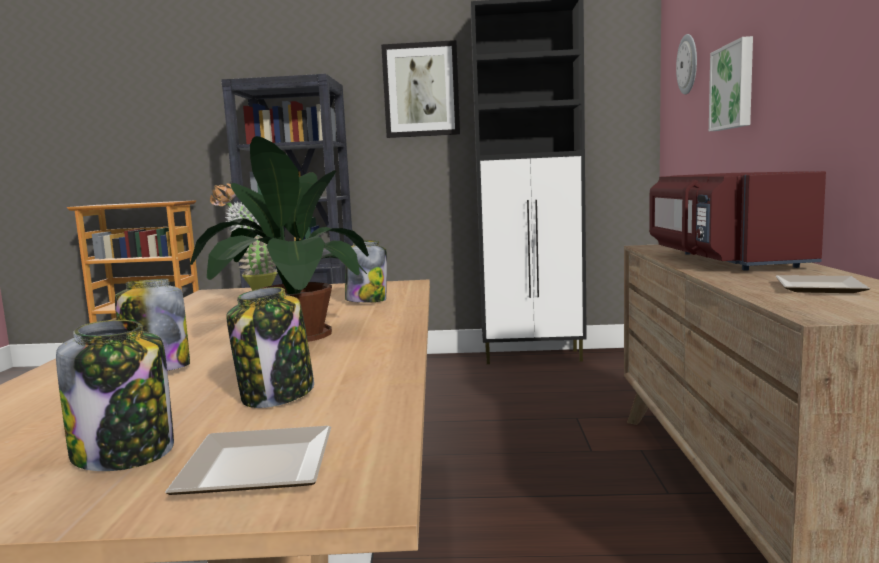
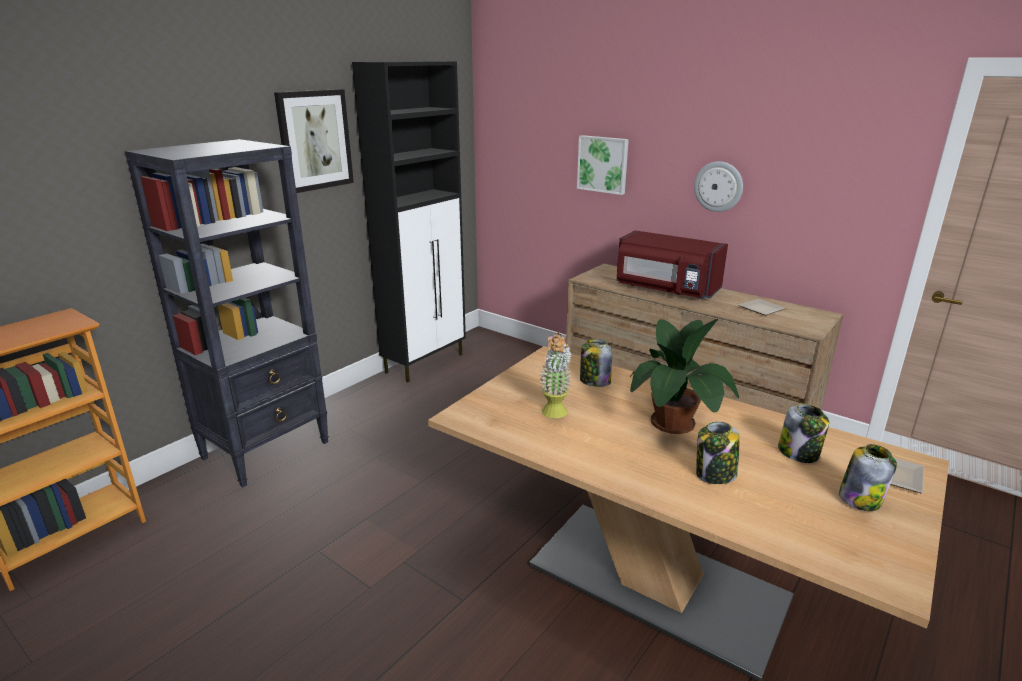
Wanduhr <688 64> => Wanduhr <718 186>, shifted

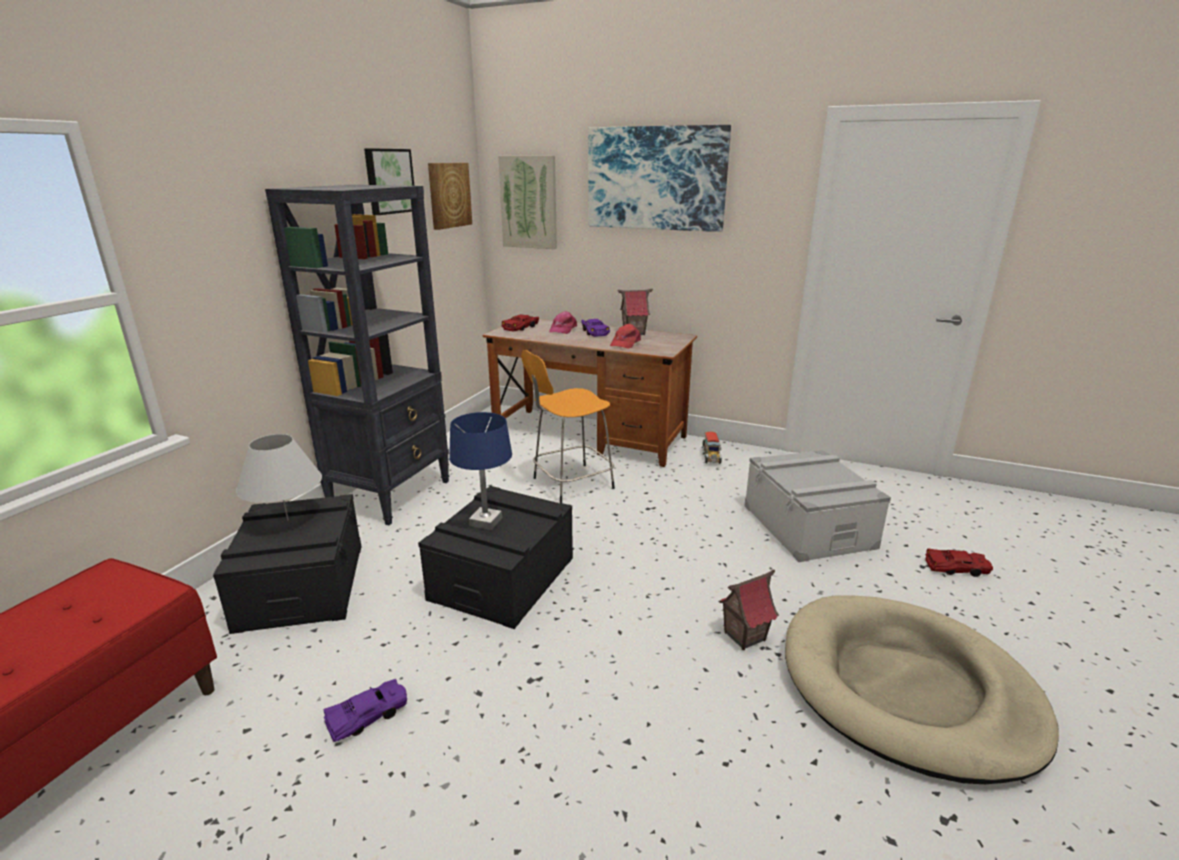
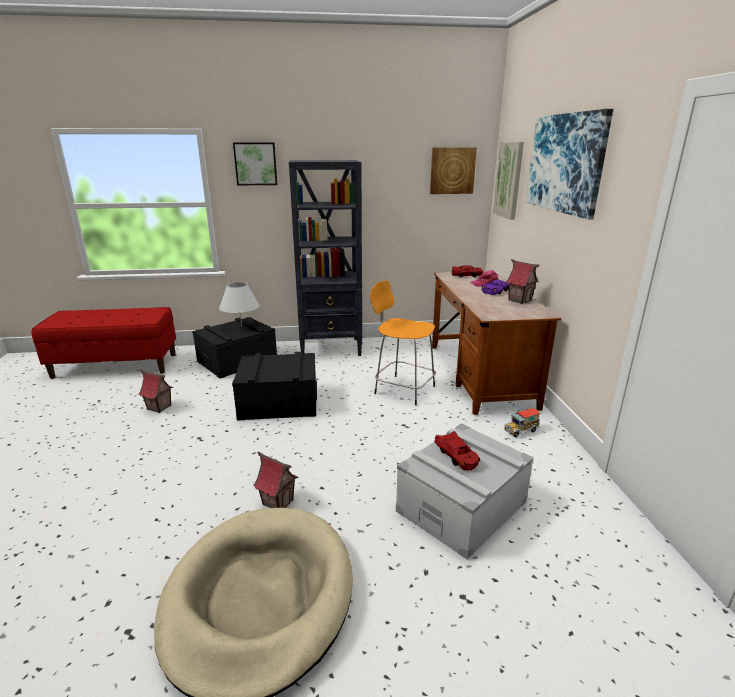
Tischlampe (blau) <486 522> => nothing
Kappe (rot) <625 343> => nothing
Bild <389 181> => Bild <255 164>, shifted
Spielzeugauto (rot) <957 569> => Spielzeugauto (rot) <456 456>, shifted
Spielzeugauto (lila) <368 716> => Spielzeughaus <159 408>

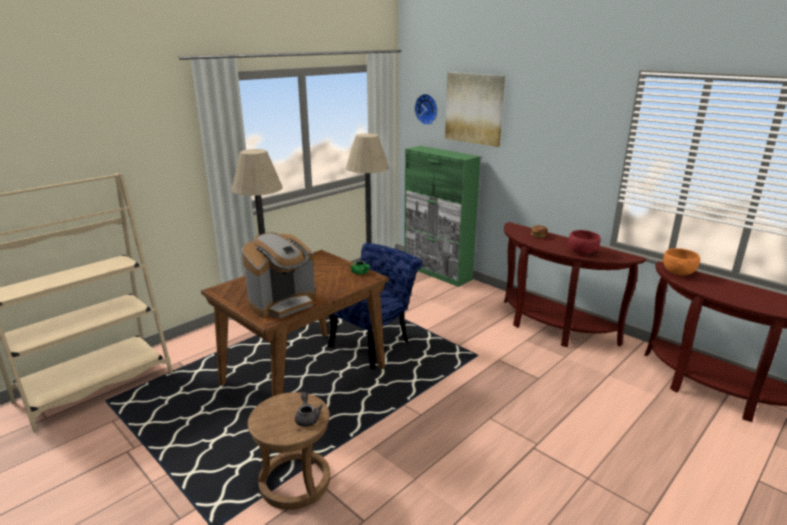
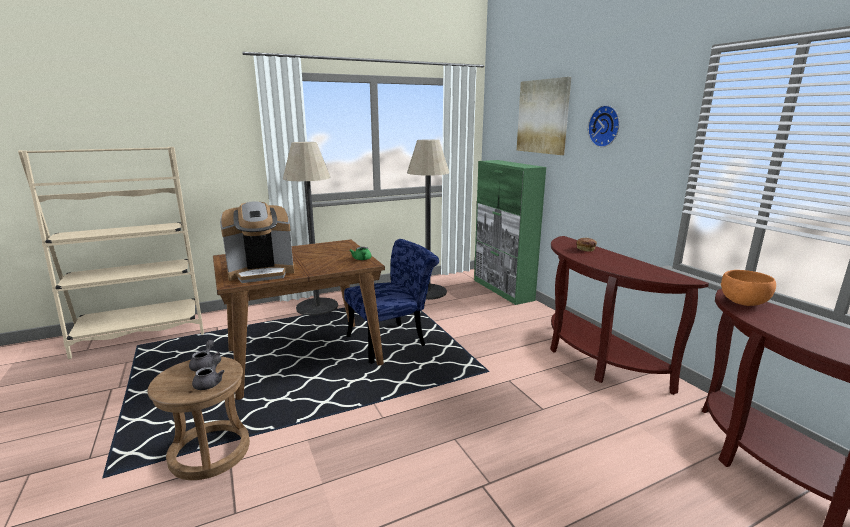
Schüssel (rot) <582 252> => nothing
nothing => Teekanne (grau) <205 364>
Wanduhr <427 109> => Wanduhr <605 126>, shifted

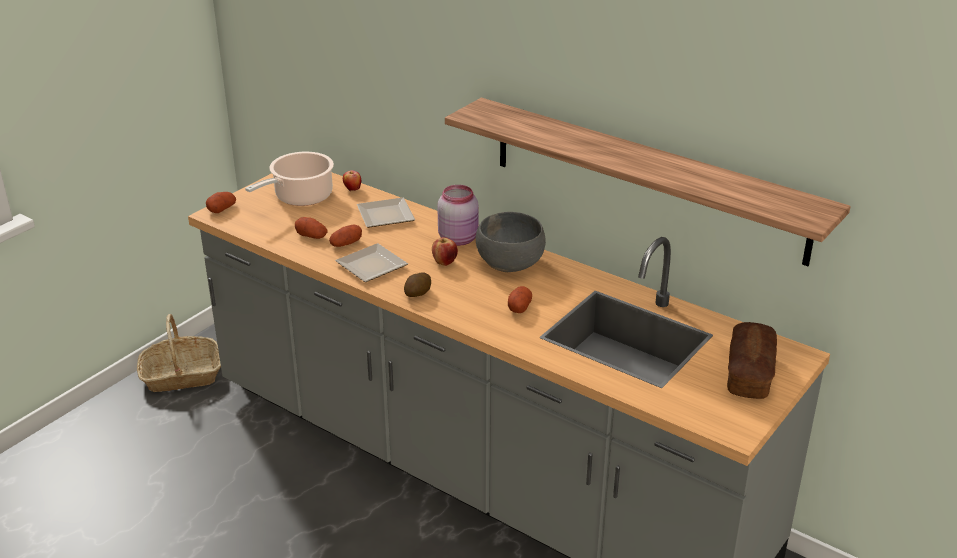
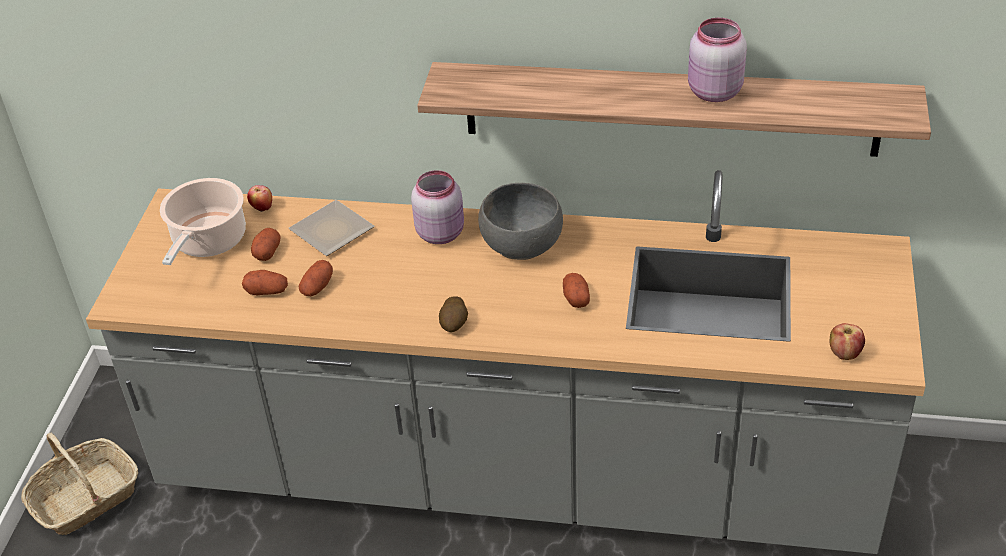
Teller <369 266> => nothing
Brot <749 374> => nothing
nothing => Vorratsglas (rosa) <713 92>
Kartoffel <222 209> => Kartoffel <267 252>, shifted
Apfel <444 262> => Apfel <844 354>, shifted

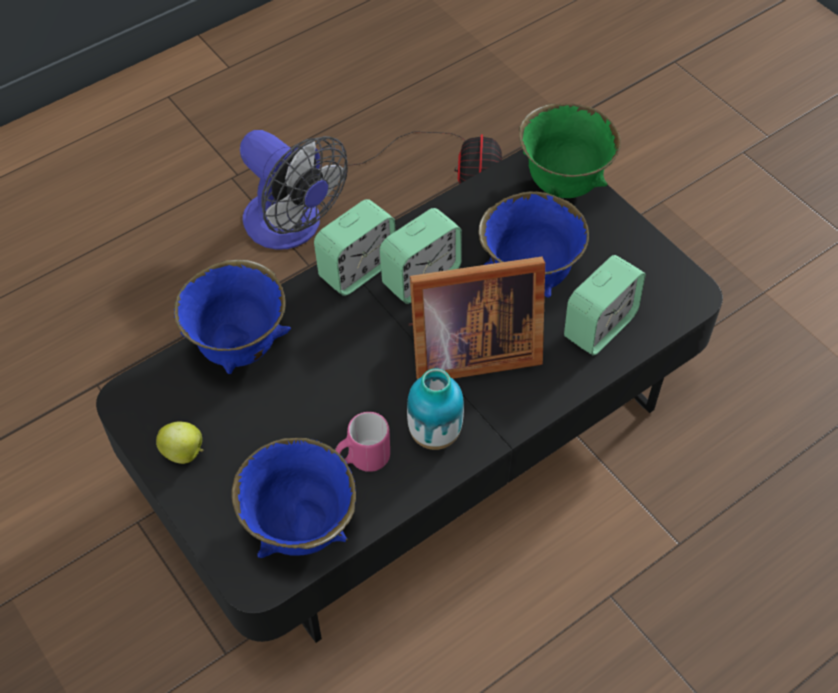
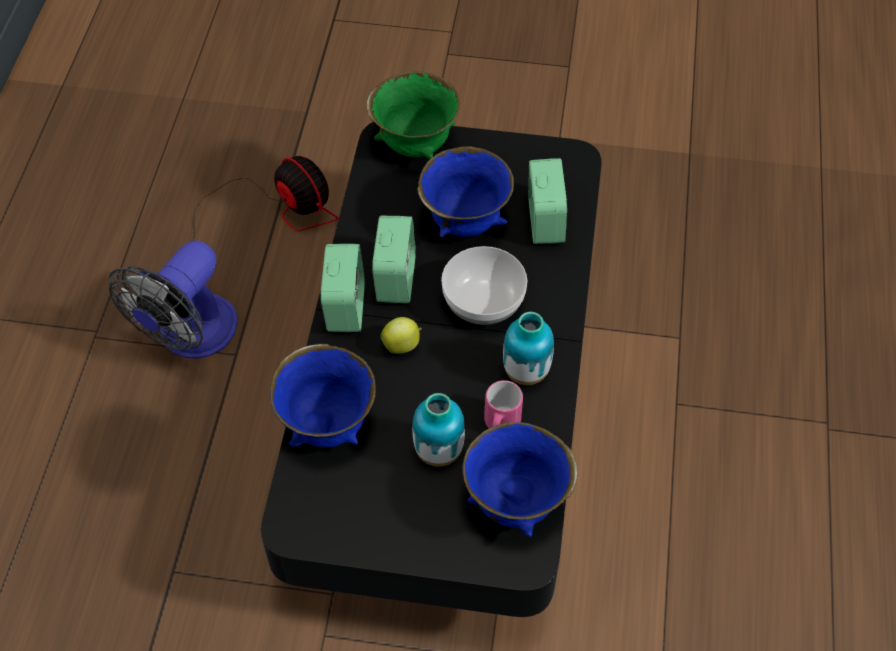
nothing => Vase <438 451>
Apfel <185 453> => Apfel <402 345>, shifted
Bilderrahmen <468 350> => Schüssel <483 301>
Ventilator <292 228> => Ventilator <190 337>, 120 degrees clockwise

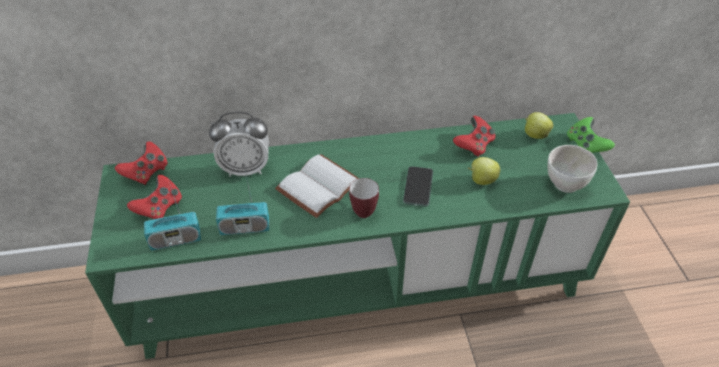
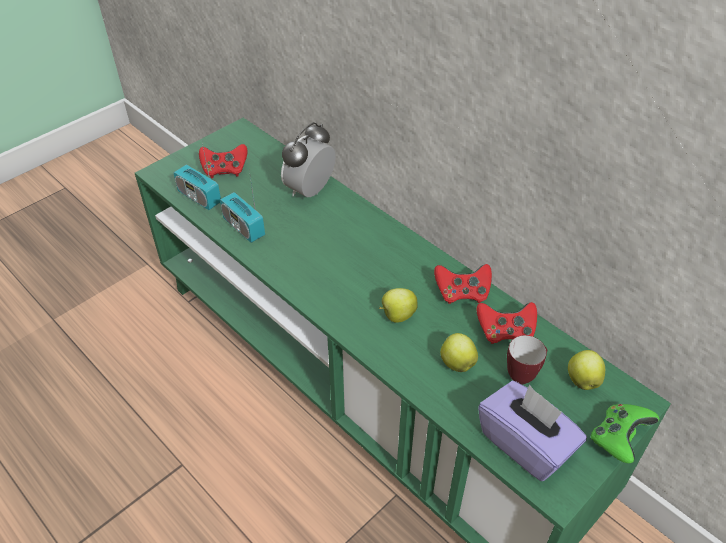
Buch (weiß) <319 188> => nothing
Gamepad (rot) <146 172> => Gamepad (rot) <462 293>, shifted
Henkelbecher <363 209> => Henkelbecher <523 374>, shifted
Handy <418 187> => Apfel <397 316>
Schüssel (weiß) <564 184> => Taschentuchbox (lila) <526 443>
Wecker <245 168> => Wecker <310 191>, 75 degrees clockwise

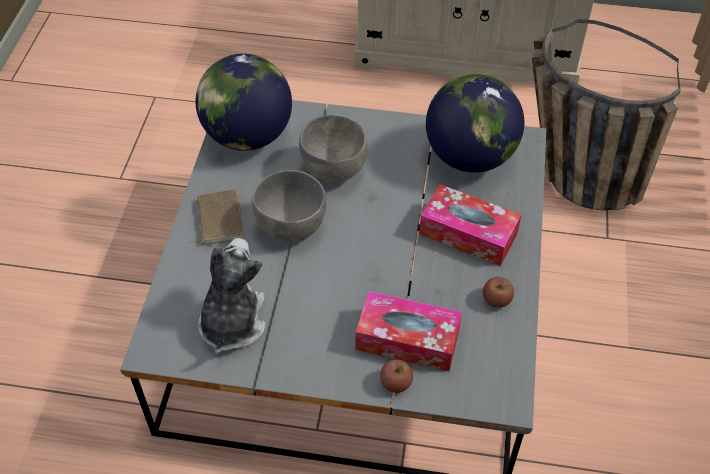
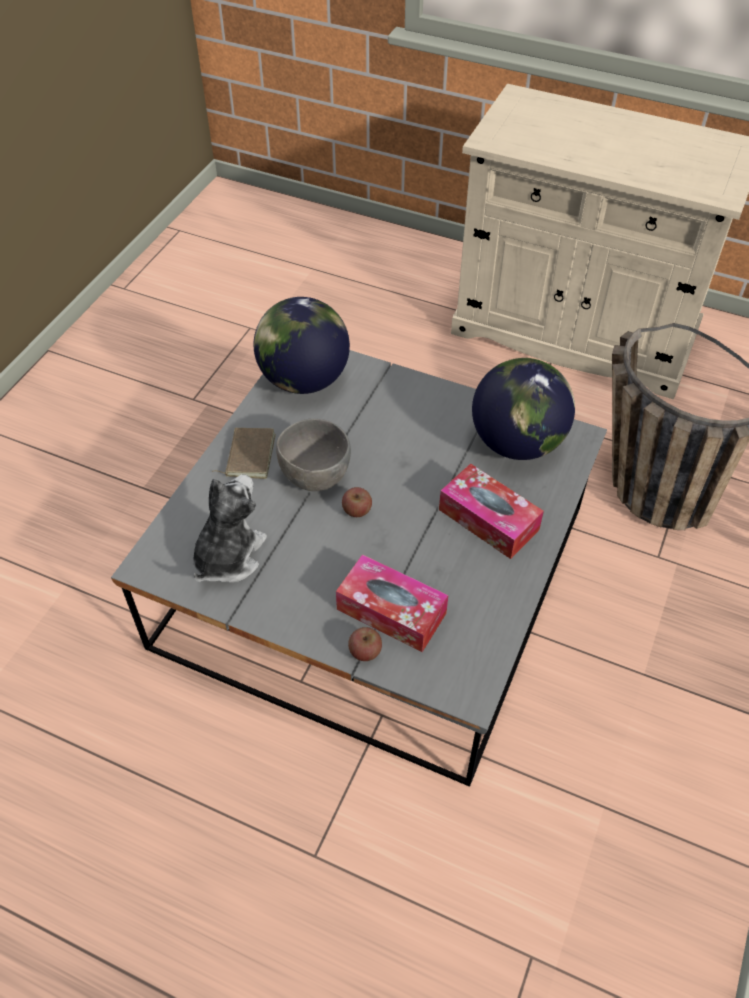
Schüssel (grau) <334 170> => nothing
Apfel <496 300> => Apfel <357 510>, shifted

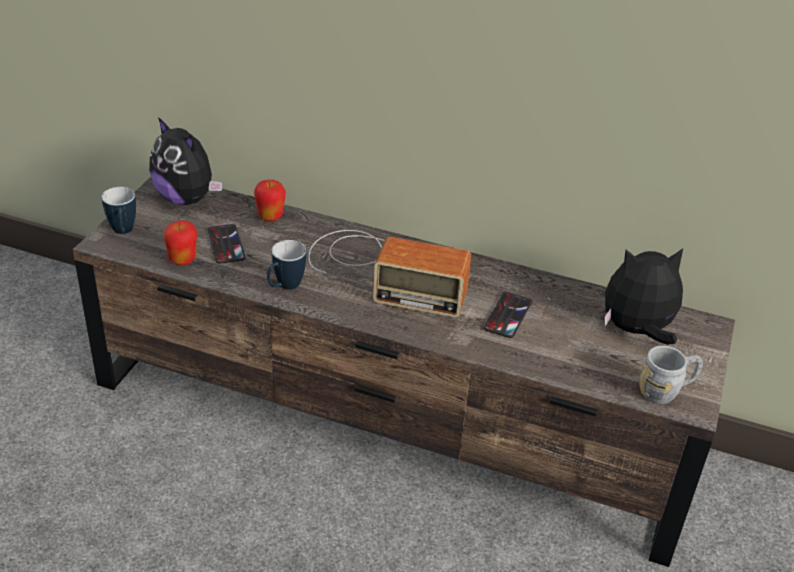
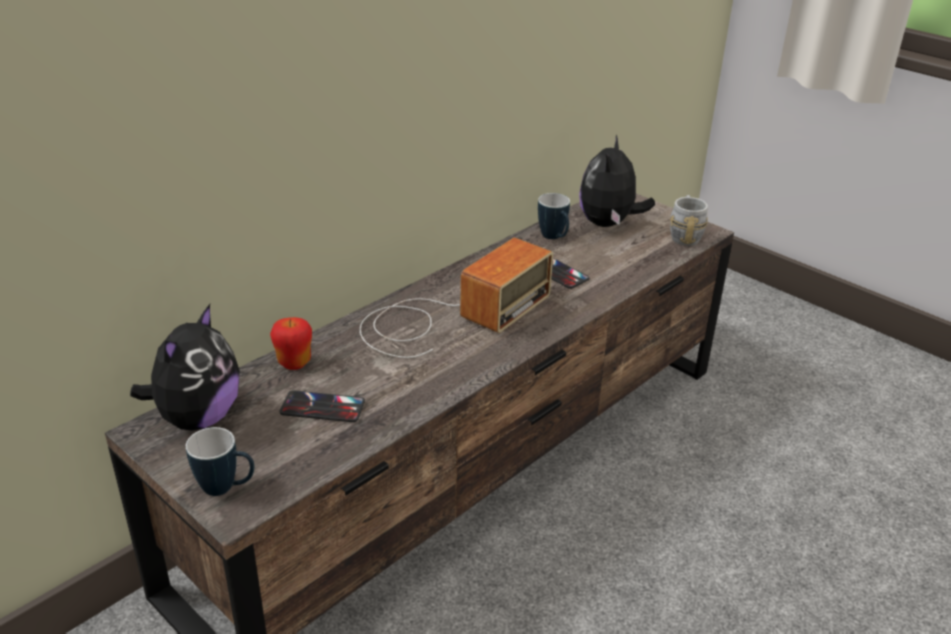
Apfel <182 260> => nothing
Henkelbecher <284 287> => Henkelbecher <554 238>, shifted
Plüschtier <187 198> => Plüschtier <197 418>, 45 degrees counterclockwise

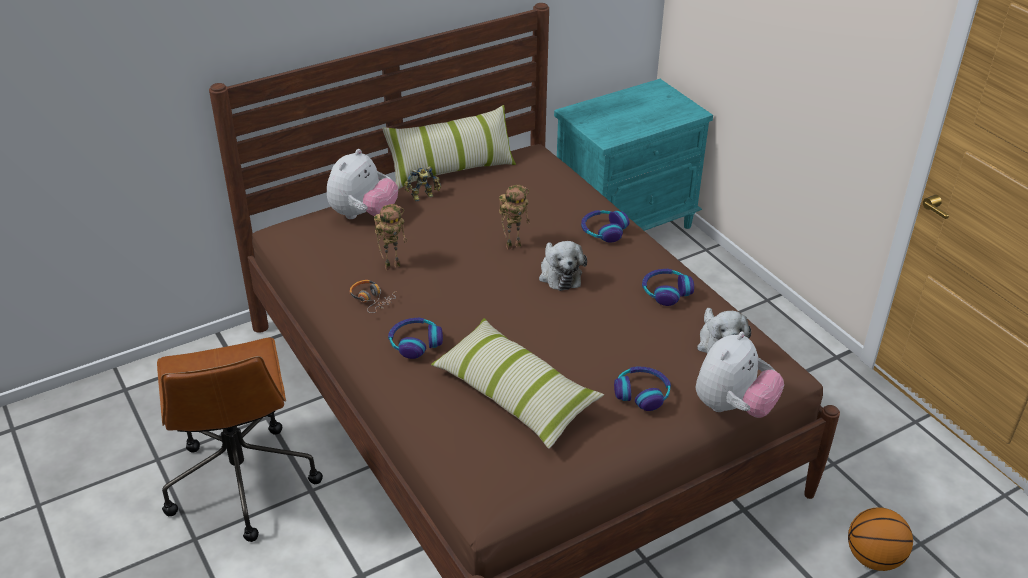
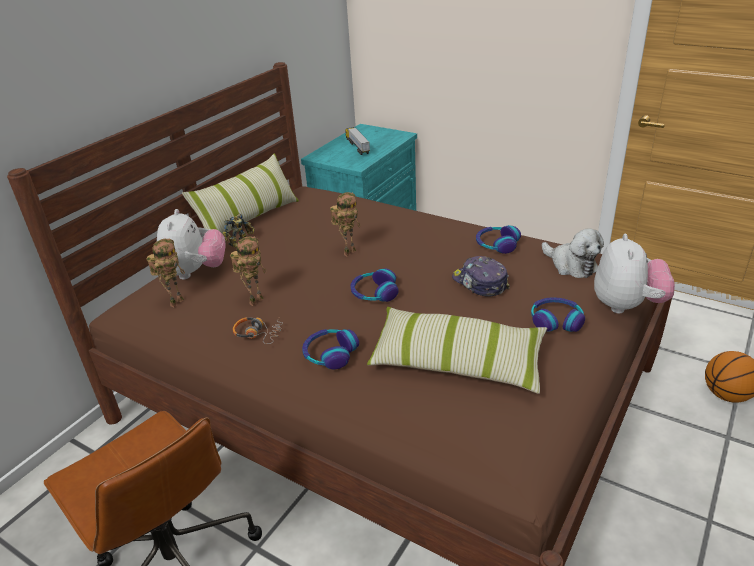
Plüschtier <559 274> => nothing
nothing => Spielzeugroboter <176 301>
nothing => Spielzeuglaster <357 146>
nothing => Kappe <479 283>
Kopfhörer <603 231> => Kopfhörer <374 293>, shifted

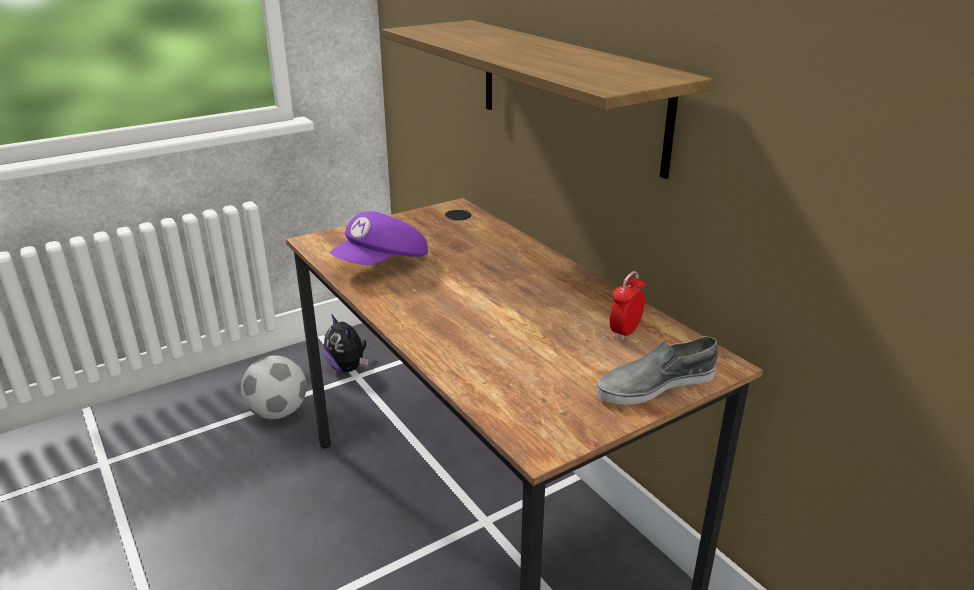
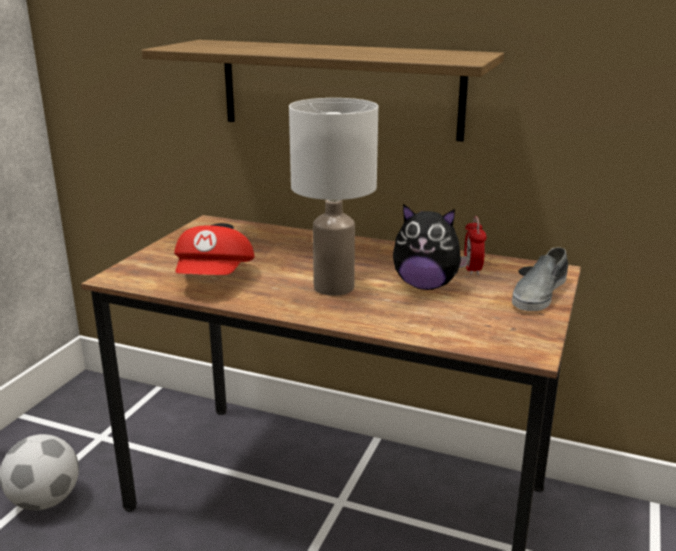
nothing => Tischlampe (weiß) <335 287>
Plüschtier <348 368> => Plüschtier <426 285>, shifted
Kappe (lila) <382 264> => Kappe (rot) <215 278>

